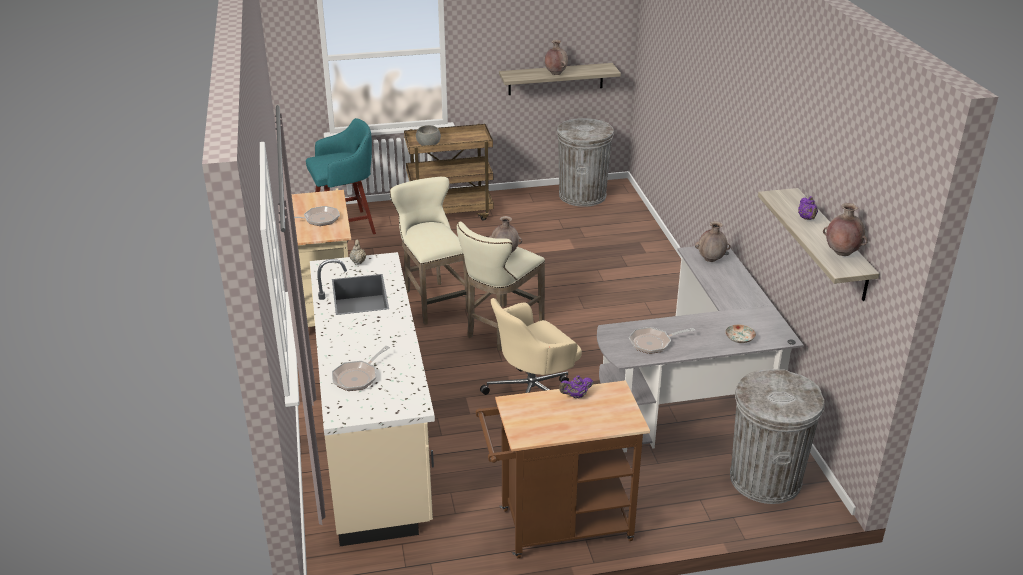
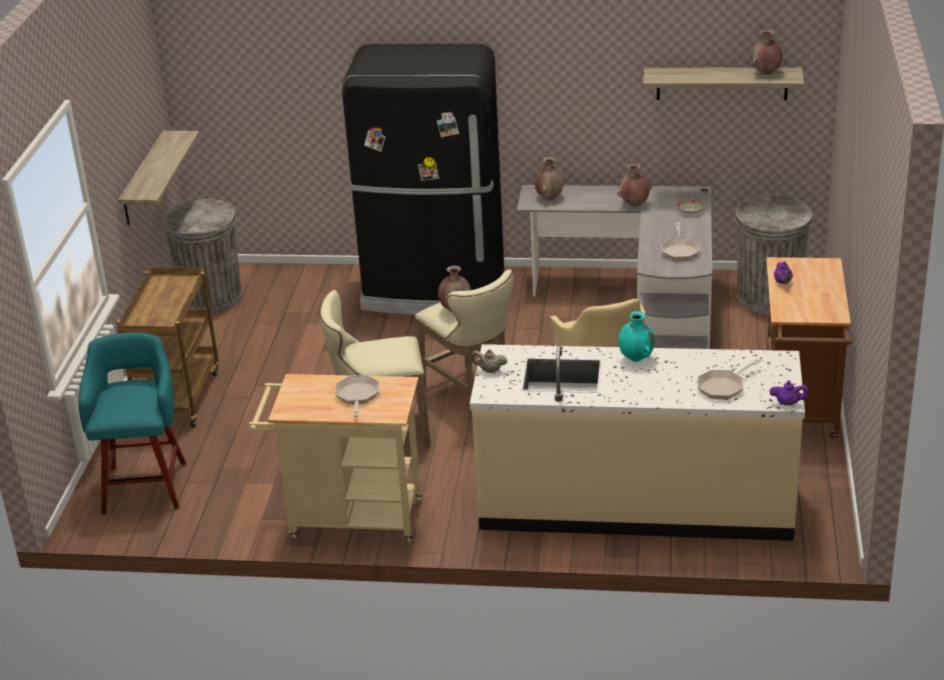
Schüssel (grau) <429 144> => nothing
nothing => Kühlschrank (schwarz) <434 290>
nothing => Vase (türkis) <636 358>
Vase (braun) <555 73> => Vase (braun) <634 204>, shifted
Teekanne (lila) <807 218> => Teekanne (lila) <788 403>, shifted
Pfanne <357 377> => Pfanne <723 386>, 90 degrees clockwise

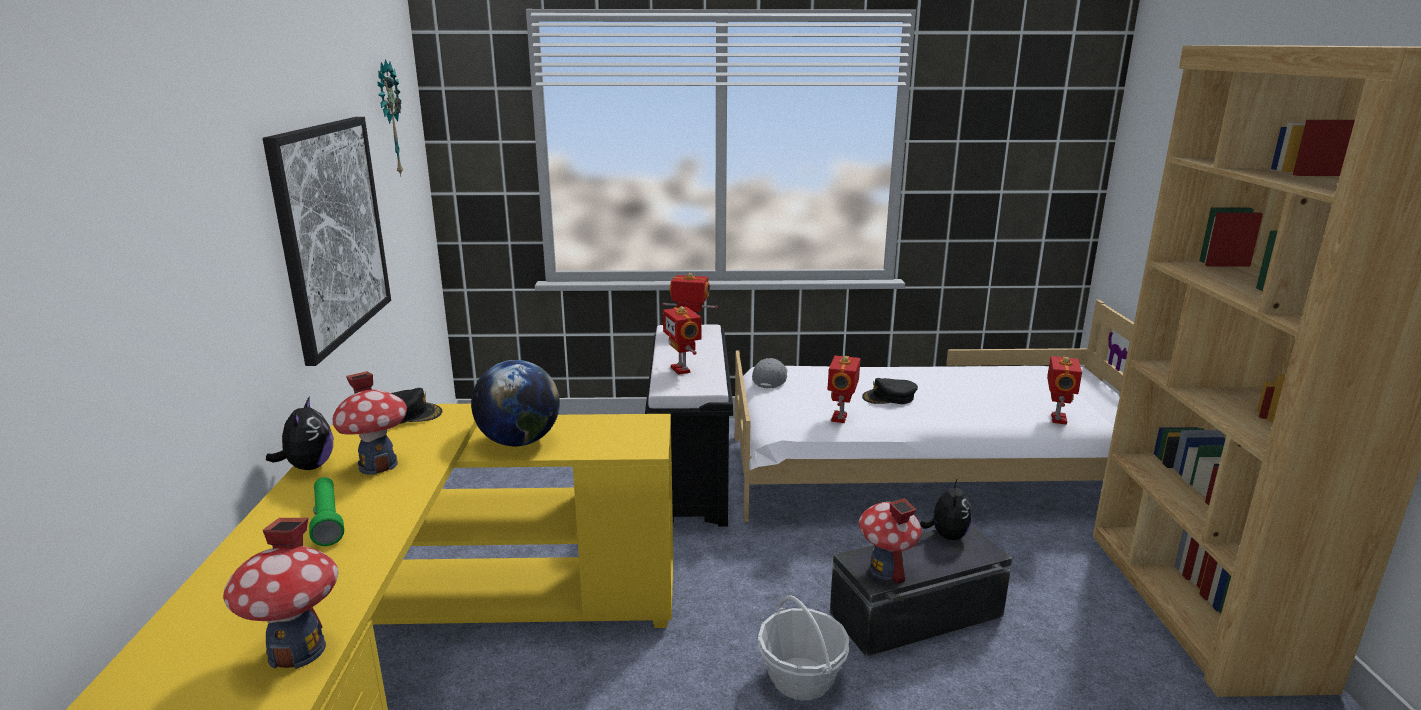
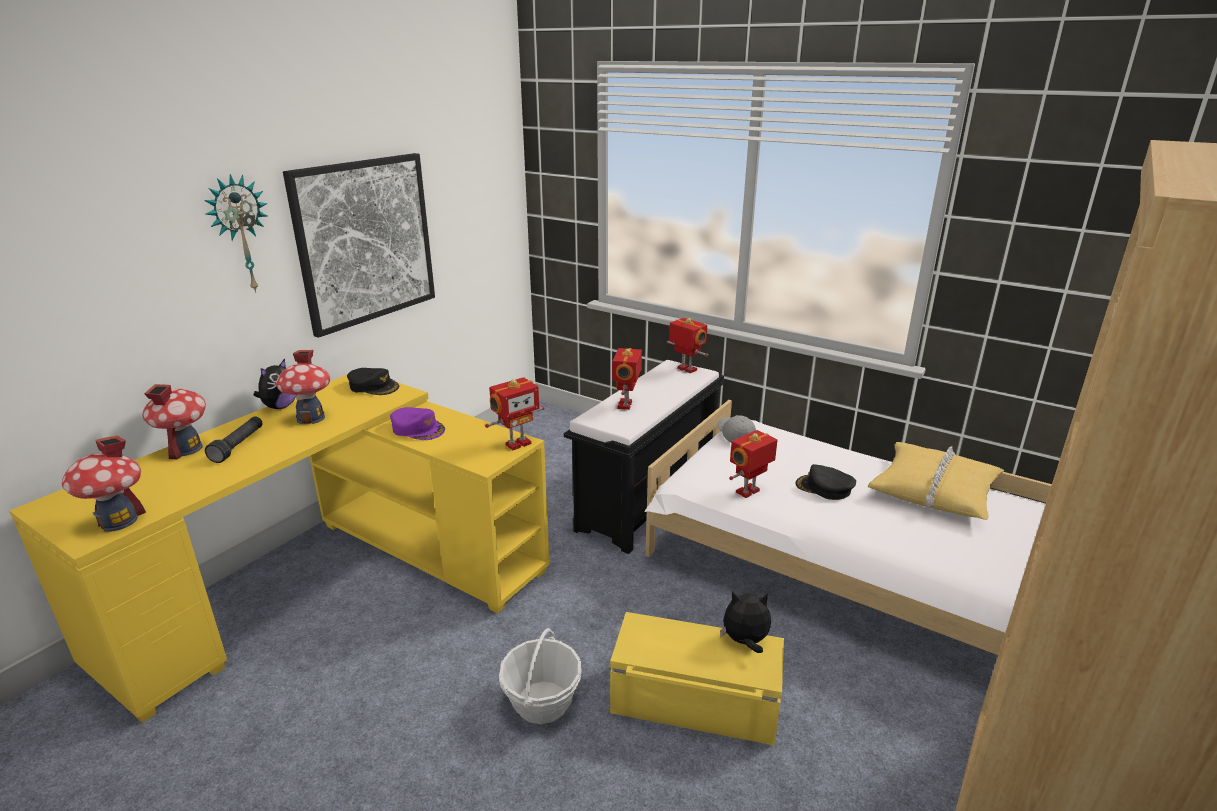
nothing => Kissen (gelb) <934 490>
Wanduhr <388 119> => Wanduhr <240 234>, shifted
Spielzeughaus <886 570> => Spielzeughaus <186 449>, shifted
Spielzeugroboter <1057 419> => Spielzeugroboter <517 443>, shifted
Globus <519 441> => Kappe (lila) <418 429>
Taschenlampe (grün) <327 520> => Taschenlampe (schwarz) <239 446>
Aufbewahrungsbox (schwarz) <917 615> => Aufbewahrungsbox (gelb) <694 702>
Kappe (grau) <770 380> => Kappe (grau) <735 436>, 75 degrees counterclockwise
Plüschtier <946 536> => Plüschtier <745 642>, 135 degrees counterclockwise

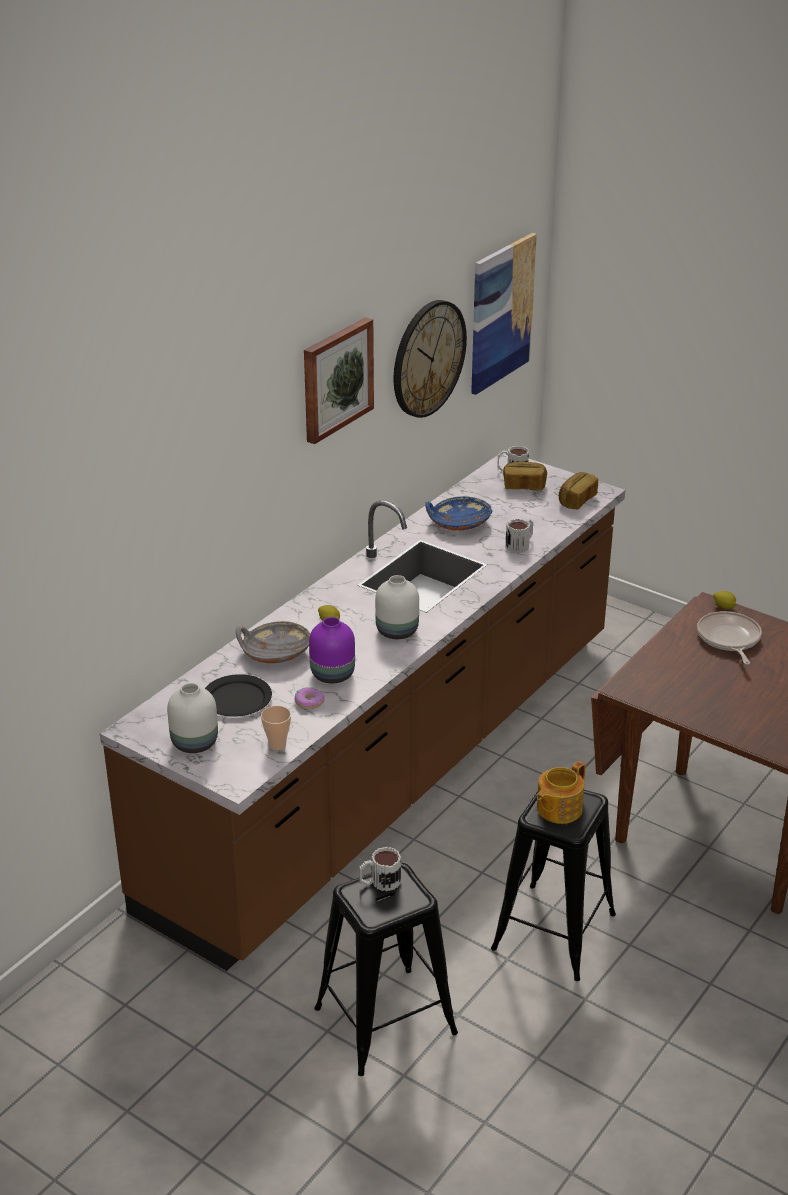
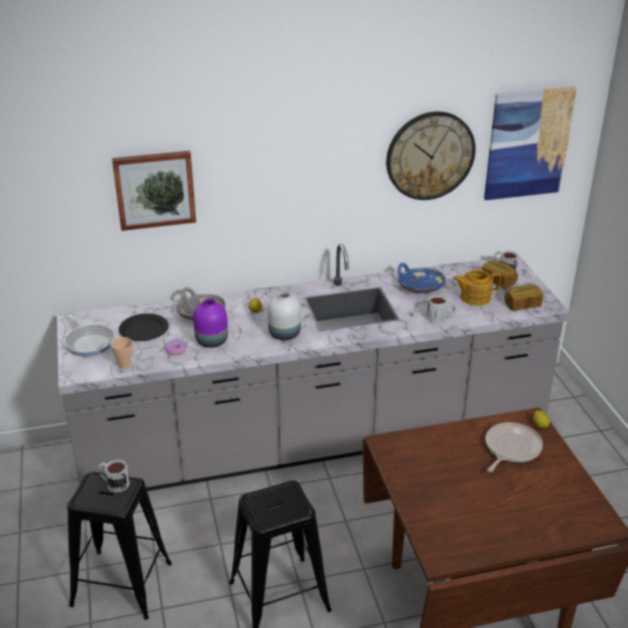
Bild <336 379> => Bild <154 189>, shifted
Teekanne <558 809> => Teekanne <474 297>, shifted
Vase (weiß) <194 742> => Pfanne <89 342>
Küchenzeile (braun) <393 766> => Küchenzeile (grau) <314 439>

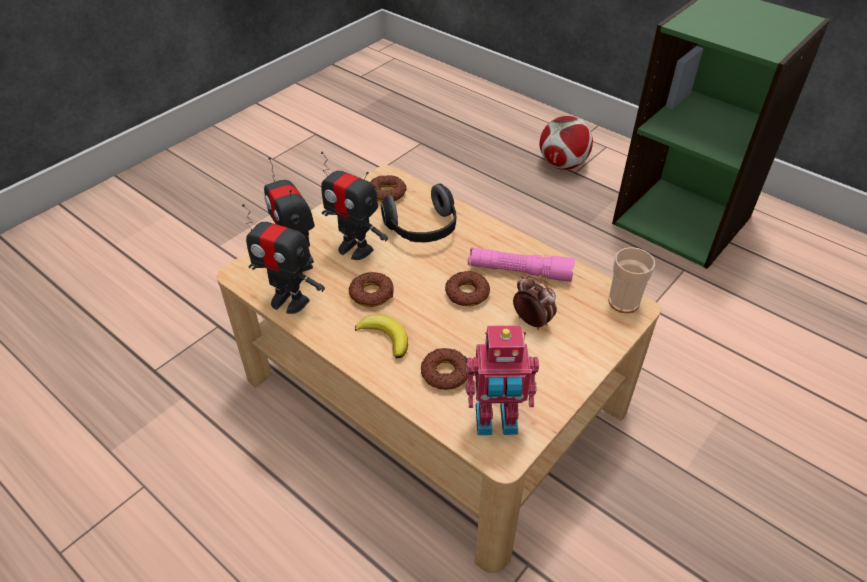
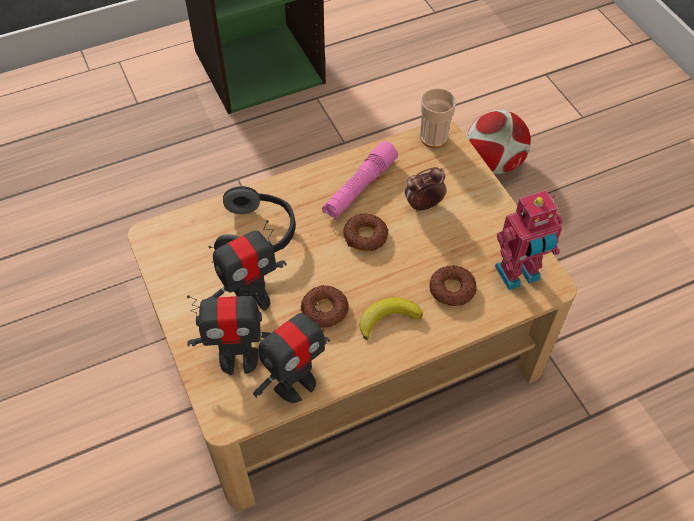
Donut <387 193> => nothing
Fußball <562 164> => Fußball <493 163>, shifted
Spielzeugroboter <496 422> => Spielzeugroboter <518 275>, 45 degrees clockwise

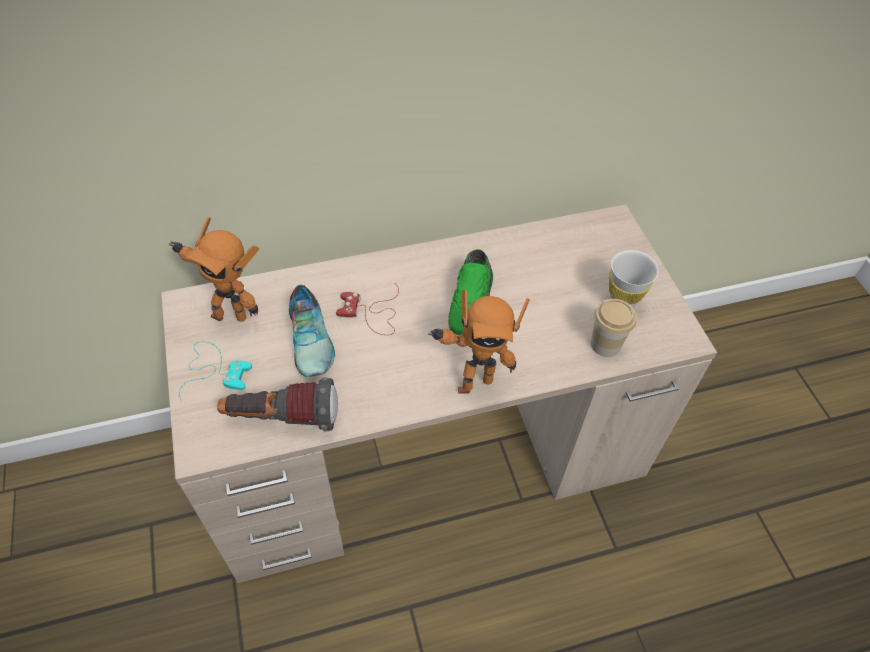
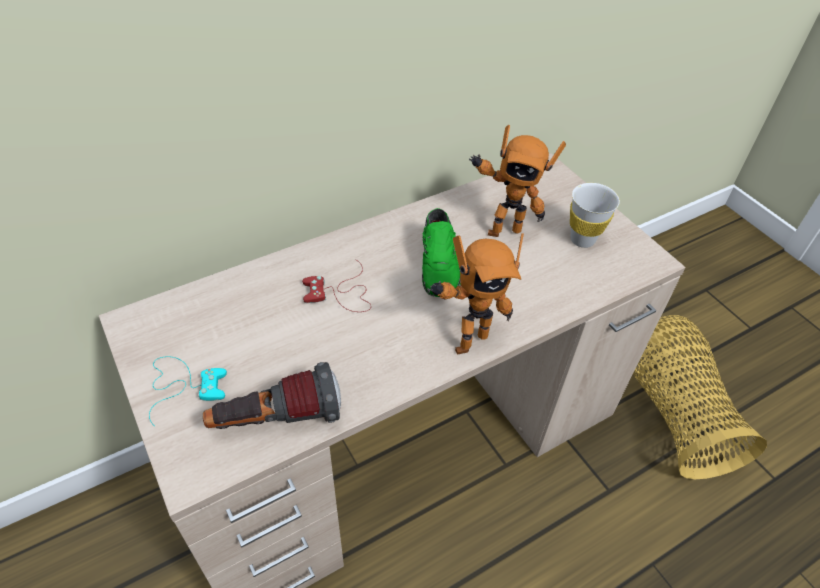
Schuh <312 338> => nothing
Tasse <605 344> => nothing
nothing => Korb <674 412>
Spielzeugroboter <230 314> => Spielzeugroboter <502 229>, shifted

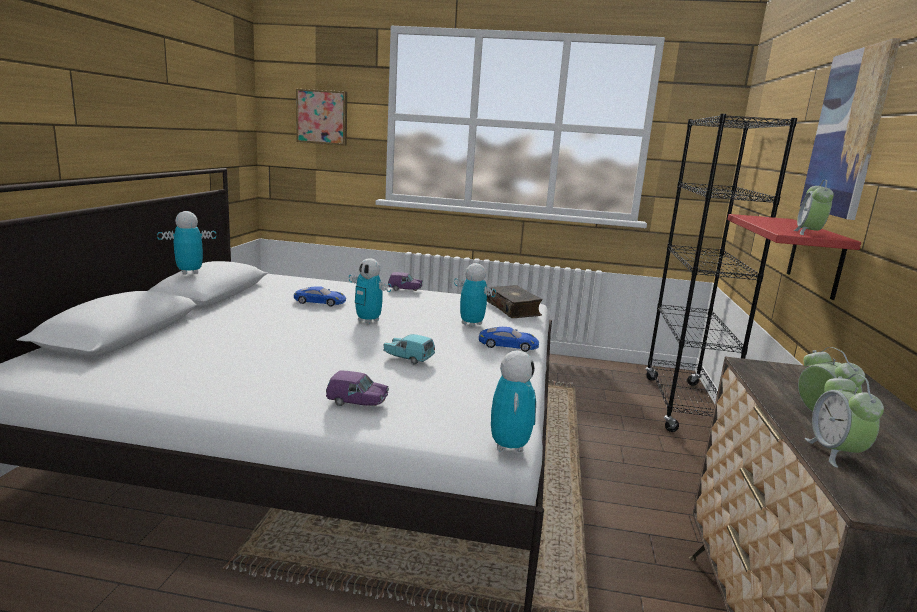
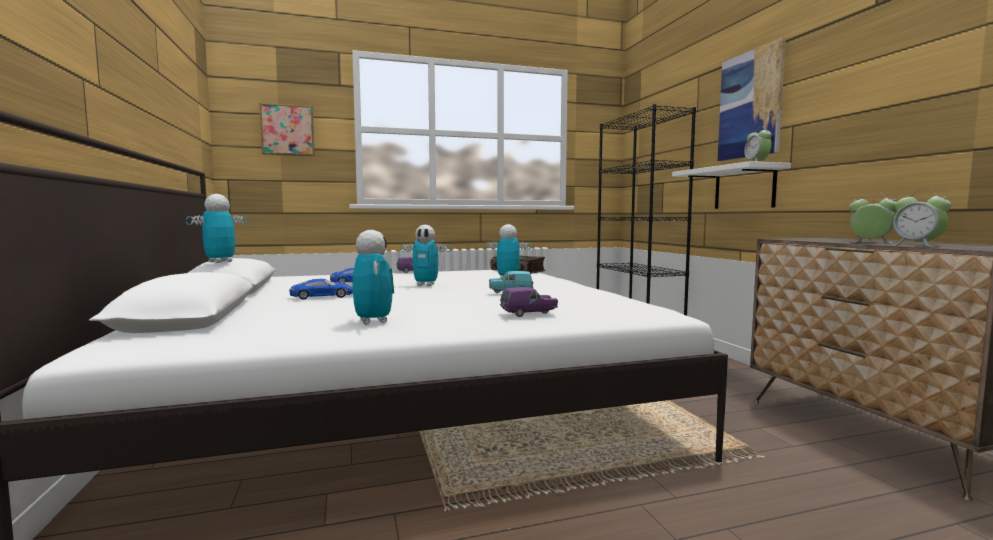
Spielzeugauto (blau) <508 345> => Spielzeugauto (blau) <323 296>, shifted
Spielzeugroboter <509 447> => Spielzeugroboter <373 321>, shifted
Wandregal (rot) <815 257> => Wandregal (weiß) <744 188>

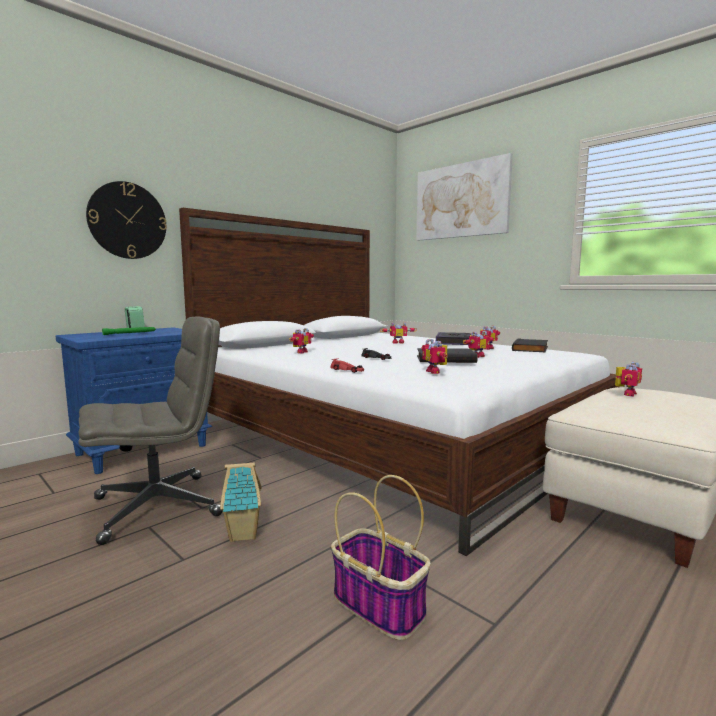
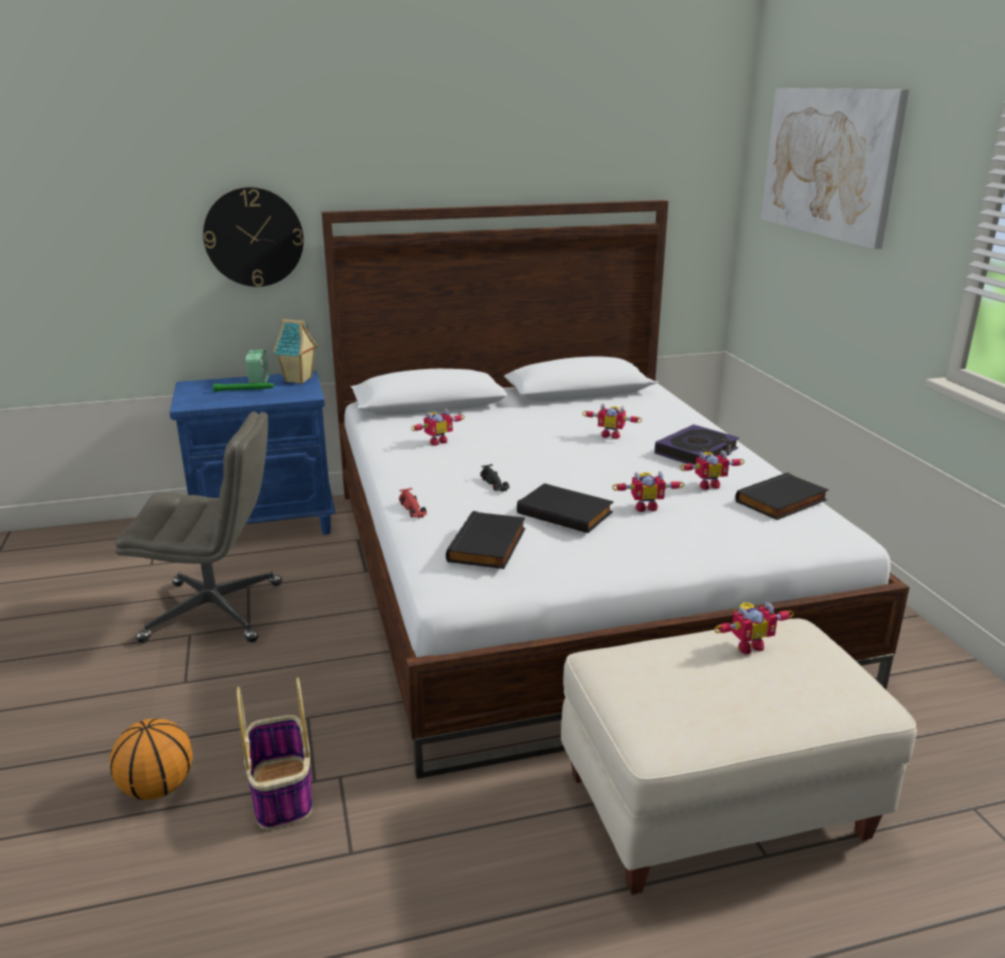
nothing => Basketball <156 788>
Spielzeughaus <244 534> => Spielzeughaus <299 380>, shifted
Spielzeugroboter <436 372> => Buch (schwarz) <489 545>

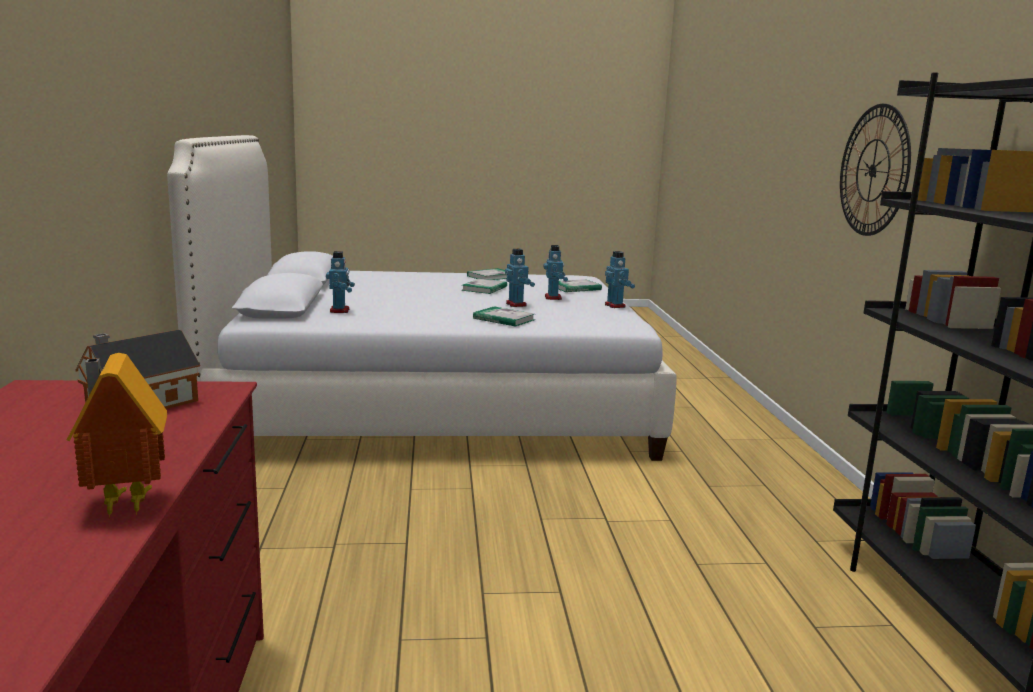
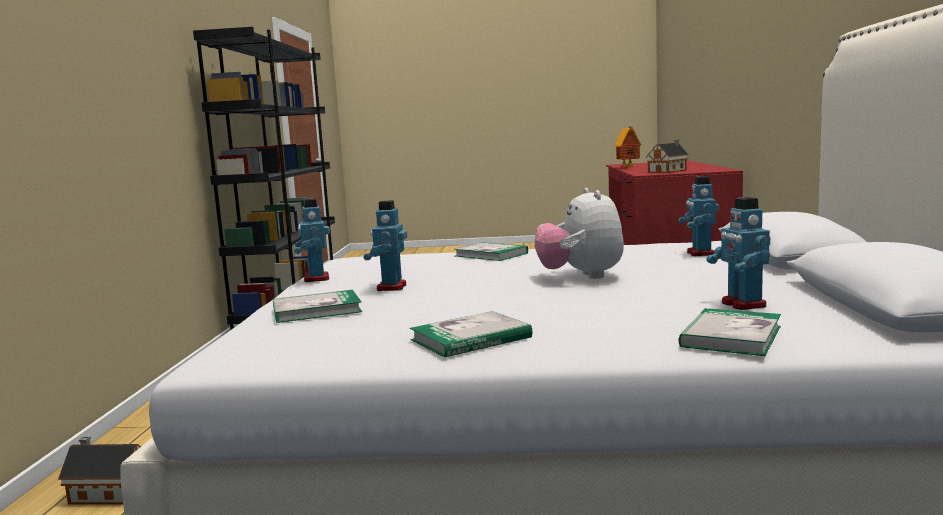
Wanduhr <873 170> => nothing
nothing => Spielzeughaus <109 493>
nothing => Plüschtier <581 276>
Buch <484 288> => Buch <731 336>, shifted
Spielzeugroboter <516 304> => Spielzeugroboter <742 304>, shifted

